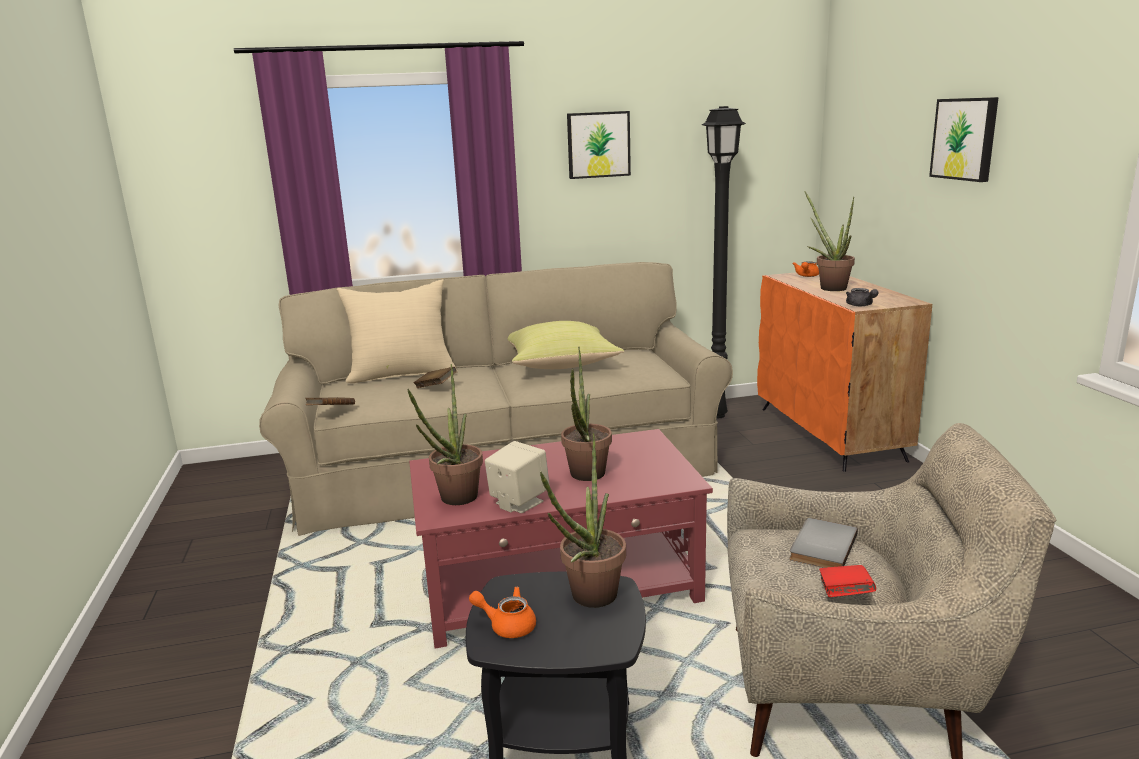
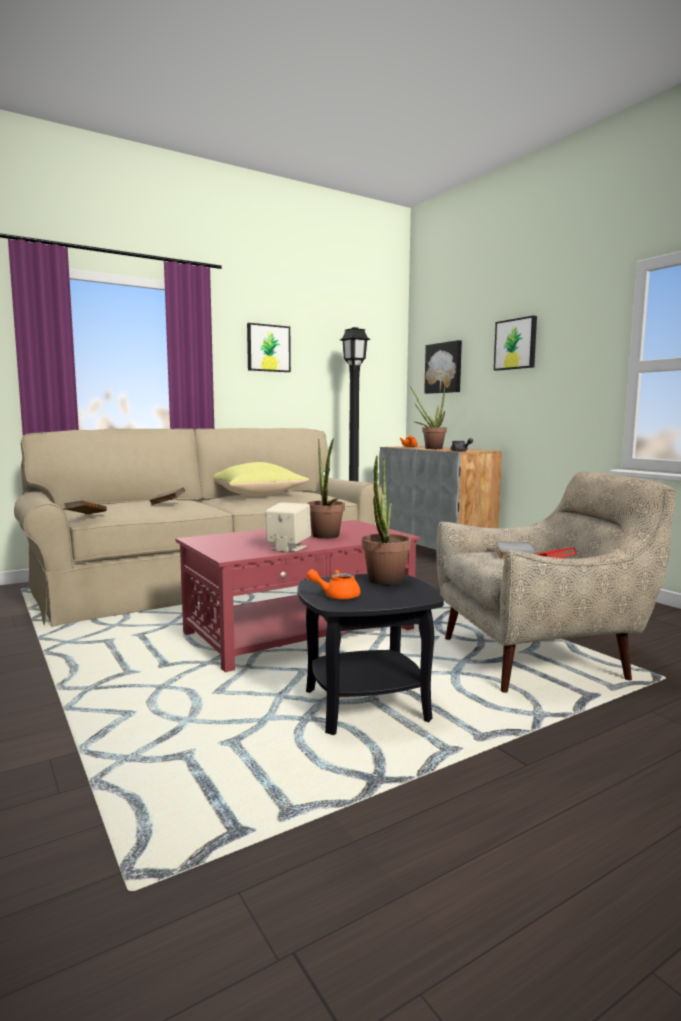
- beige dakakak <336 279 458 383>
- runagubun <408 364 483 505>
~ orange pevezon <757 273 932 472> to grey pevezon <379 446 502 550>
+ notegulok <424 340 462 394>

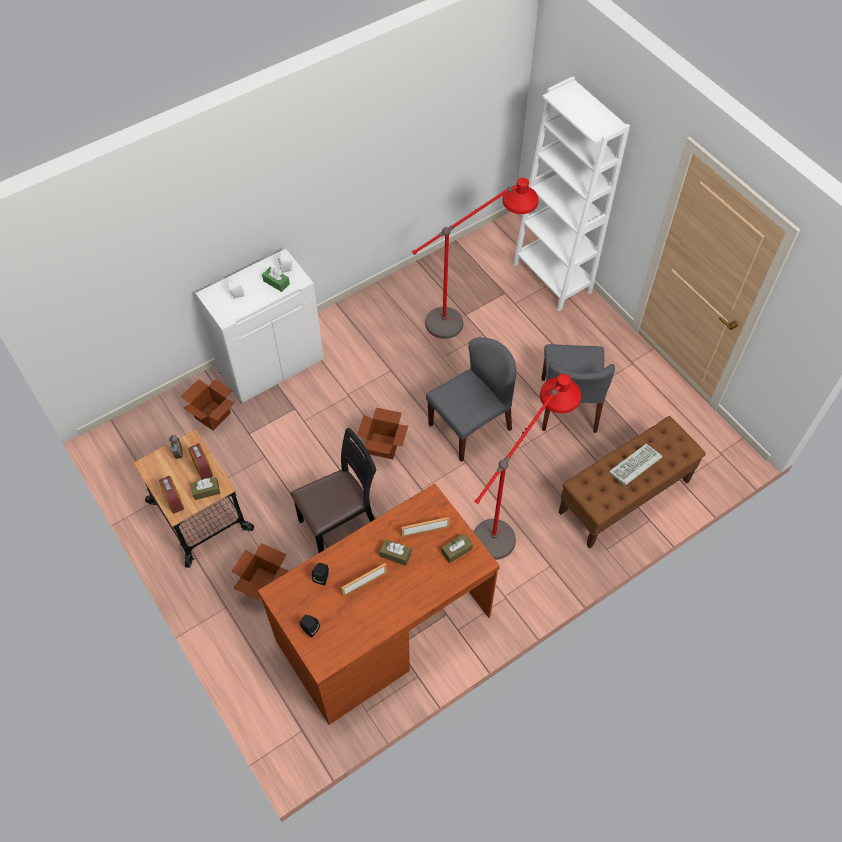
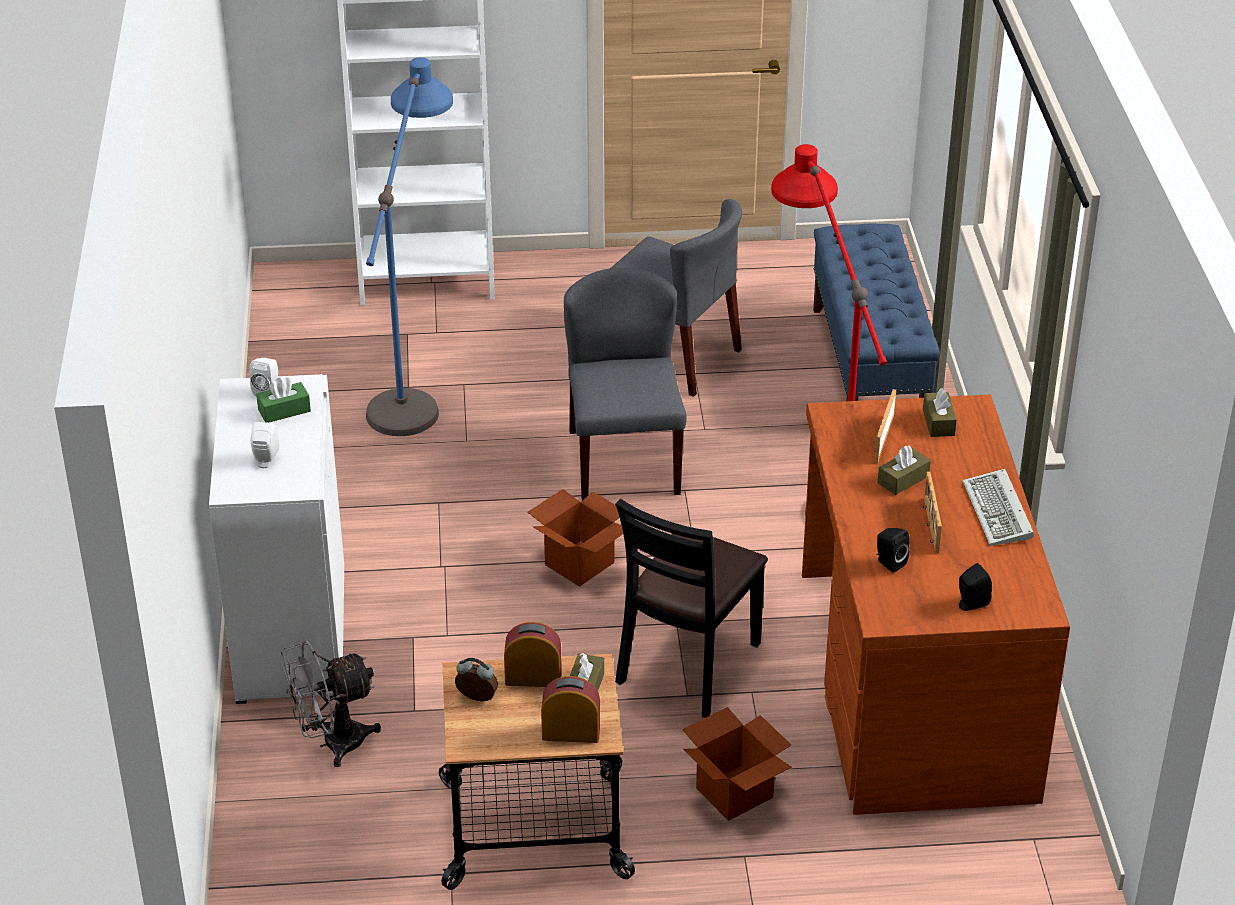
~ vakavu <180 379 235 431> to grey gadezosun <281 640 381 767>
~ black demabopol <290 427 376 553> = <615 499 768 718> 150 degrees counterclockwise
~ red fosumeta <412 178 539 339> to blue fosumeta <366 57 453 436>
~ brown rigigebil <559 416 706 549> to blue rigigebil <813 224 940 401>
~ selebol <609 444 663 486> to <962 469 1034 546>

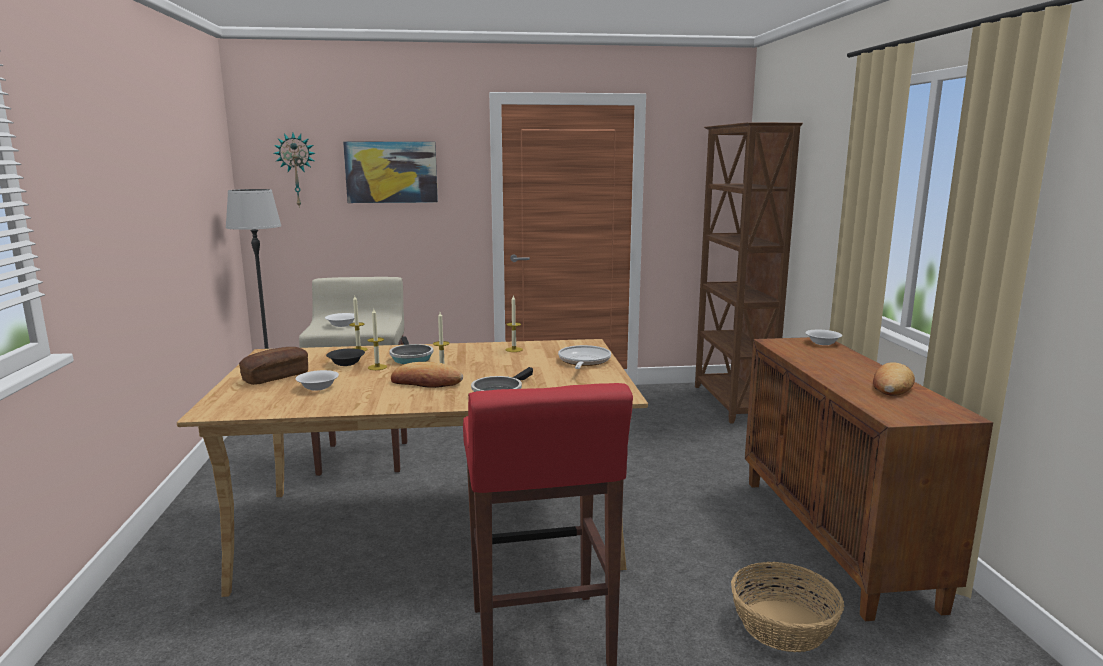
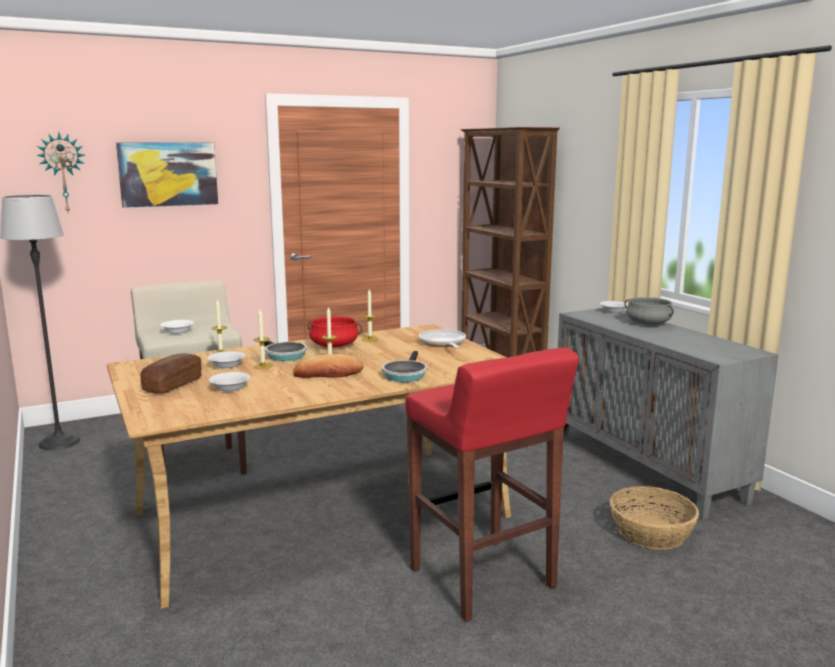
~ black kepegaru <326 348 365 366> to white kepegaru <207 351 245 369>
~ brown pevezon <745 337 993 621> to grey pevezon <558 308 779 519>
- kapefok <873 362 915 396>
+ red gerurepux <308 316 362 347>
+ grey gerurepux <624 297 674 325>

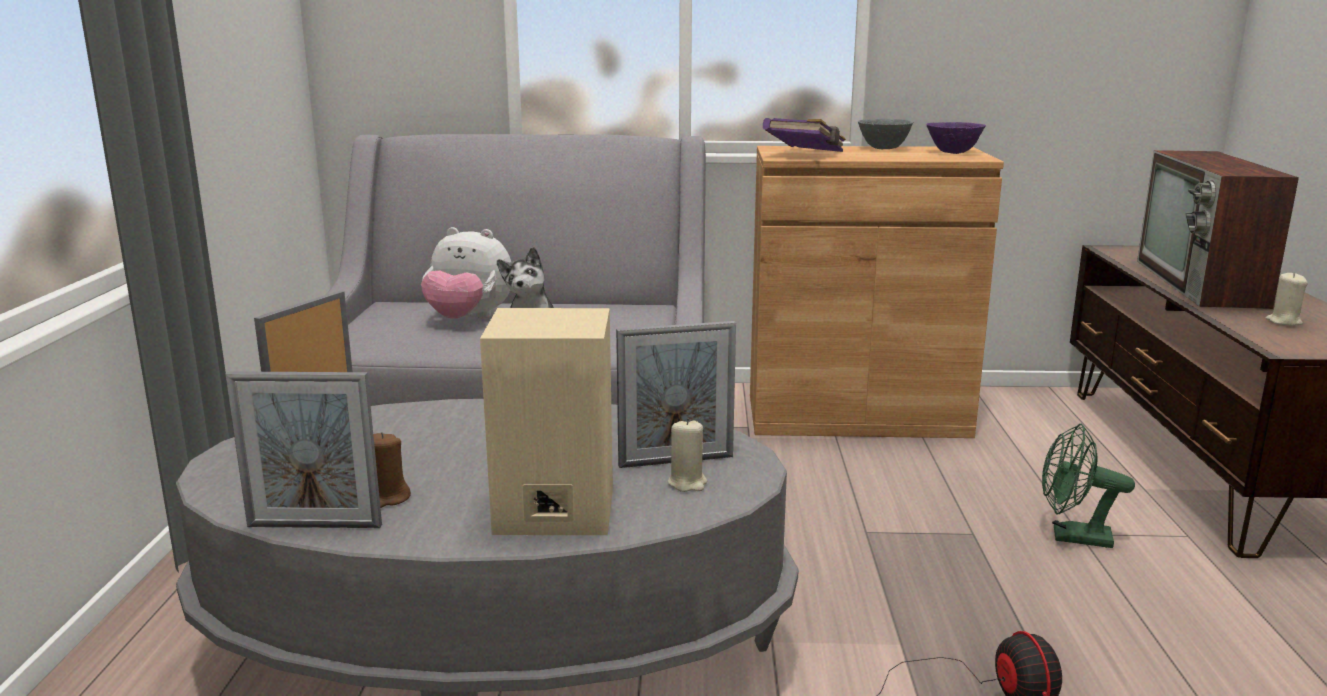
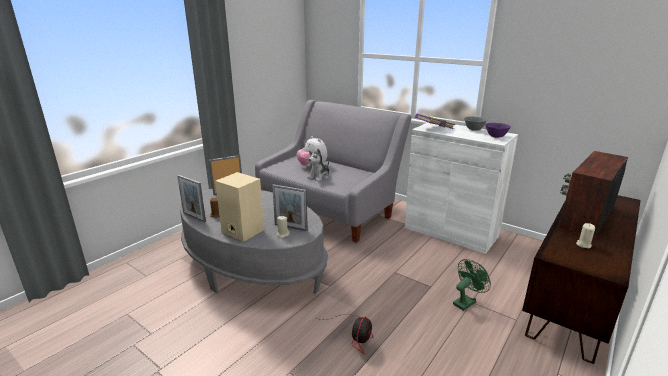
~ brown pevezon <750 146 1004 438> to white pevezon <405 122 518 254>
~ green gadezosun <1042 424 1135 548> = <453 259 491 311> 90 degrees clockwise

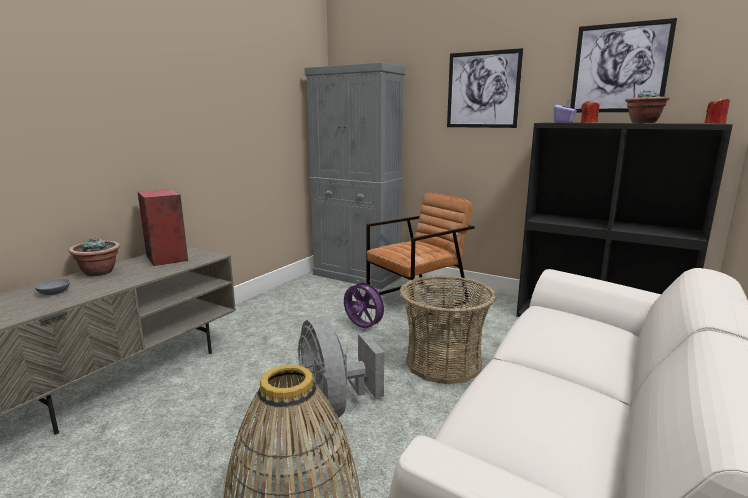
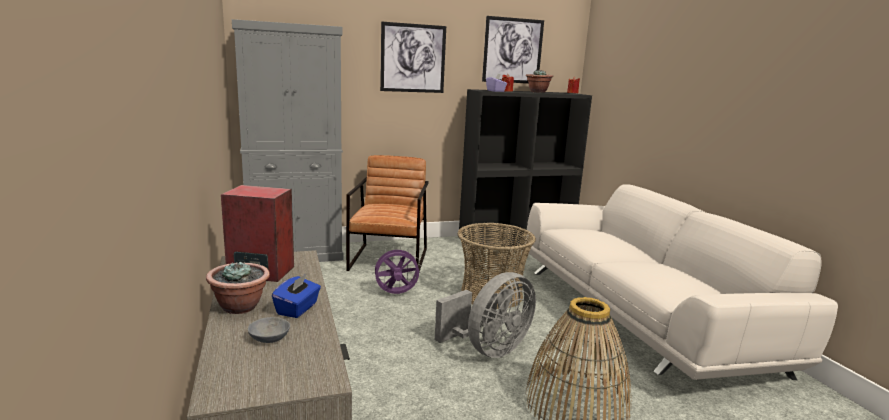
~ grey gadezosun <298 317 384 421> = <435 272 536 358> 60 degrees counterclockwise
+ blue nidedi <272 274 321 318>

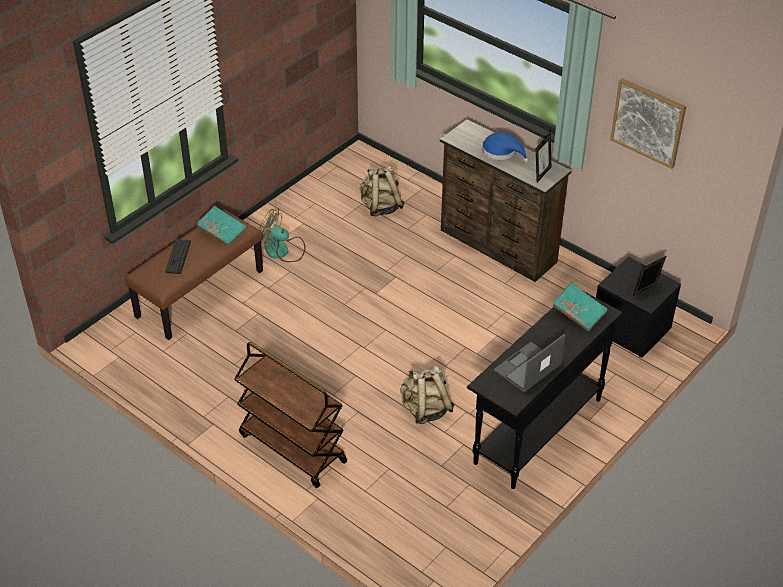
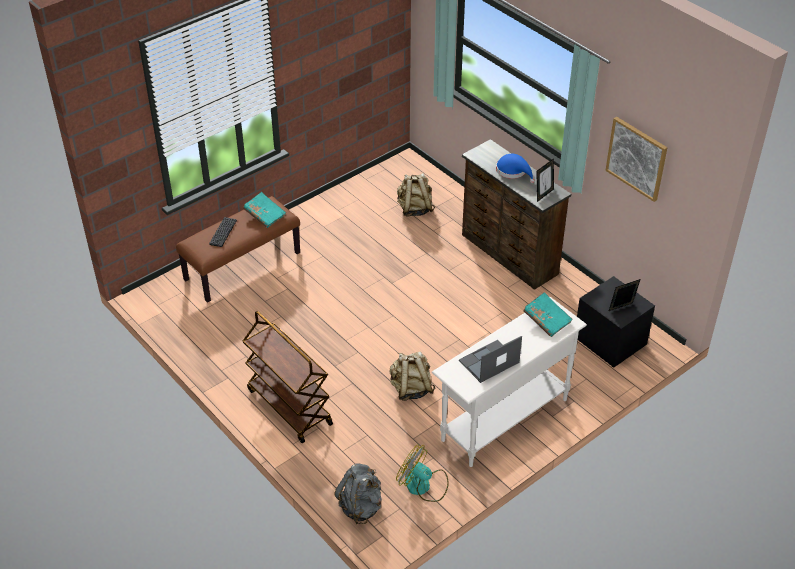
~ gadezosun <259 209 306 262> to <396 444 449 502>
~ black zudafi <467 290 623 489> to white zudafi <432 297 587 467>
+ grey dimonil <334 463 382 524>

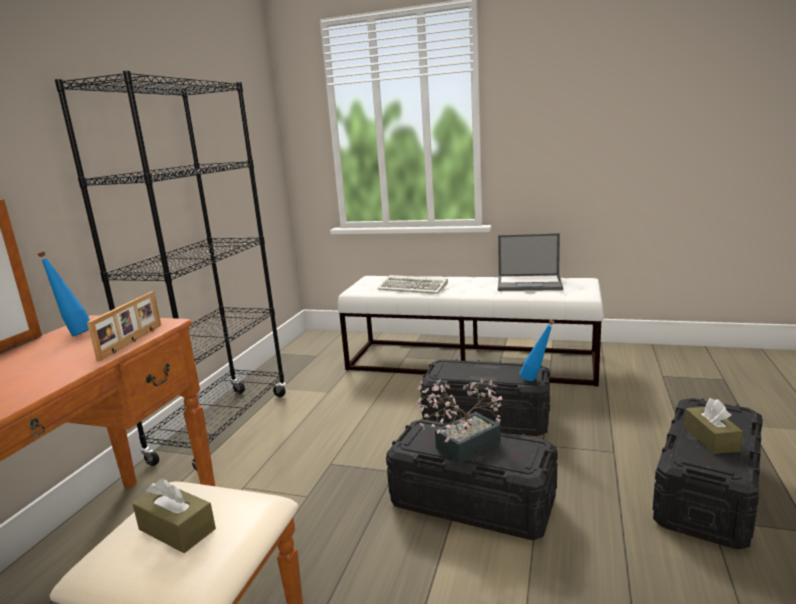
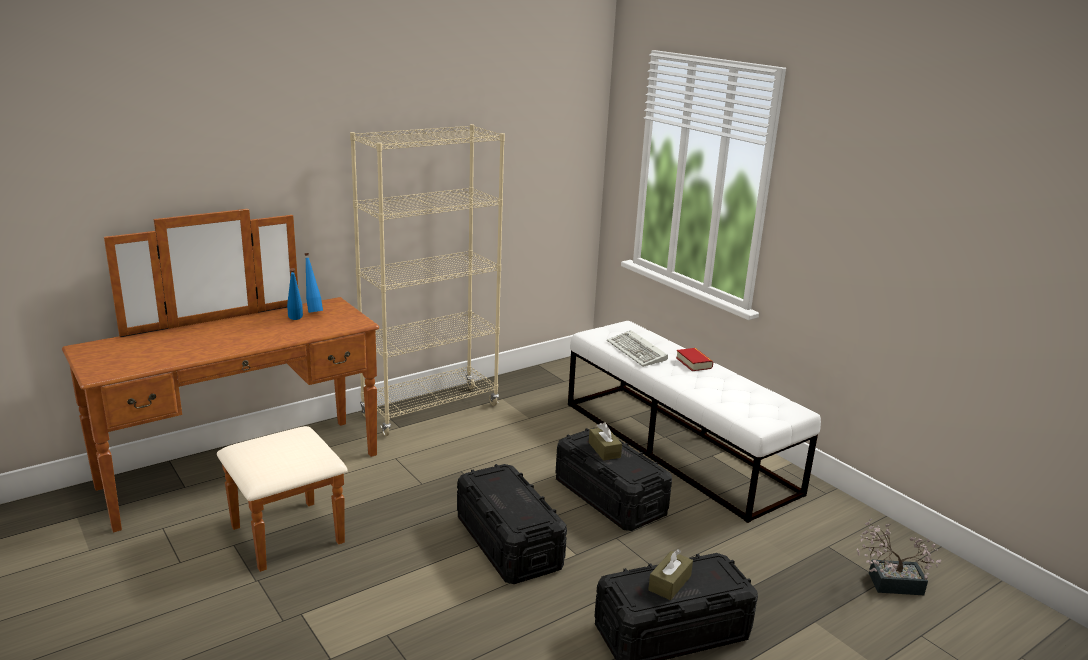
~ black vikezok <55 71 286 471> to beige vikezok <350 124 505 436>
- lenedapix <87 291 161 361>
~ brown nidedi <133 478 216 553> to <589 422 622 461>
~ runagubun <416 378 502 464> to <857 519 941 595>
- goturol <498 233 563 291>
~ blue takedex <520 320 554 381> to <287 268 303 320>
+ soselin <676 348 713 371>

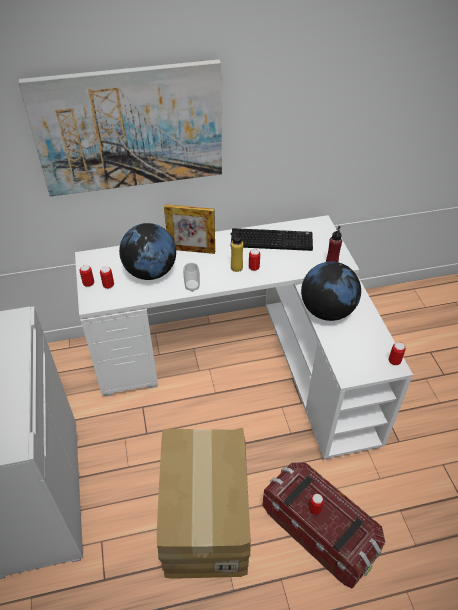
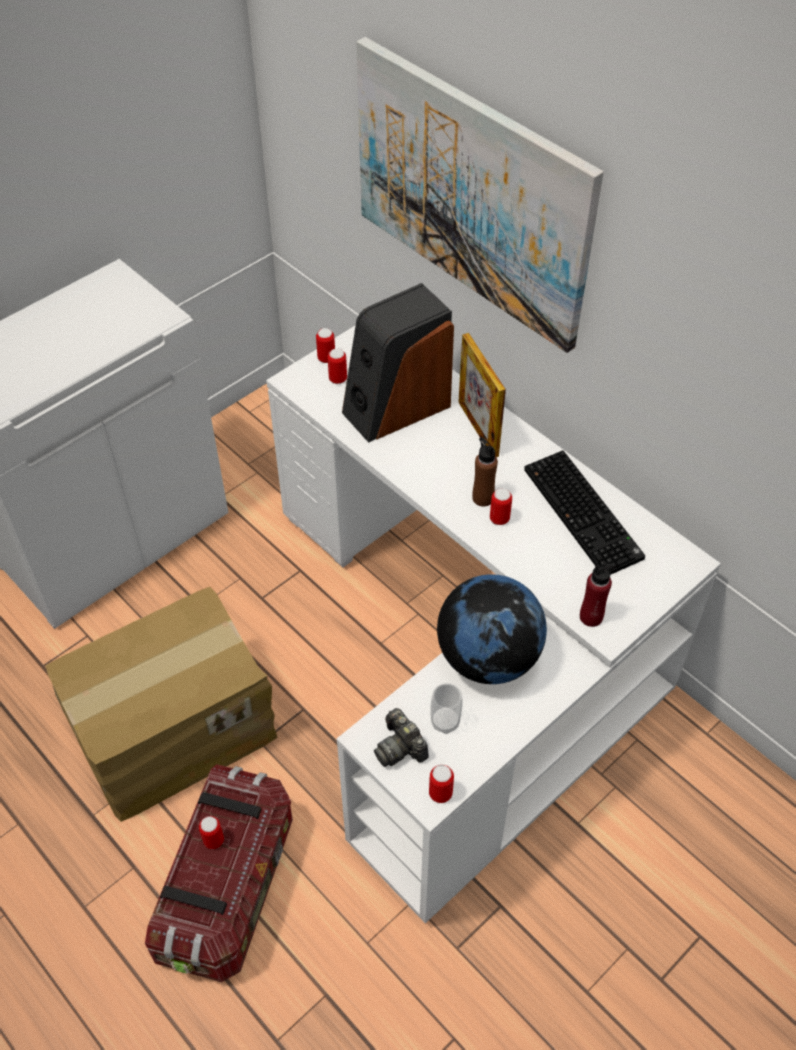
~ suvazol <119 223 176 280> to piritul <342 283 454 443>
~ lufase <183 263 200 292> to <430 683 462 734>
~ yellow takedex <231 232 244 272> to brown takedex <472 437 498 506>
+ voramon <374 708 429 767>

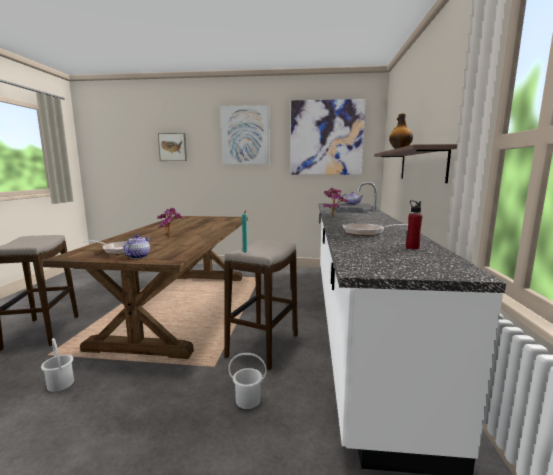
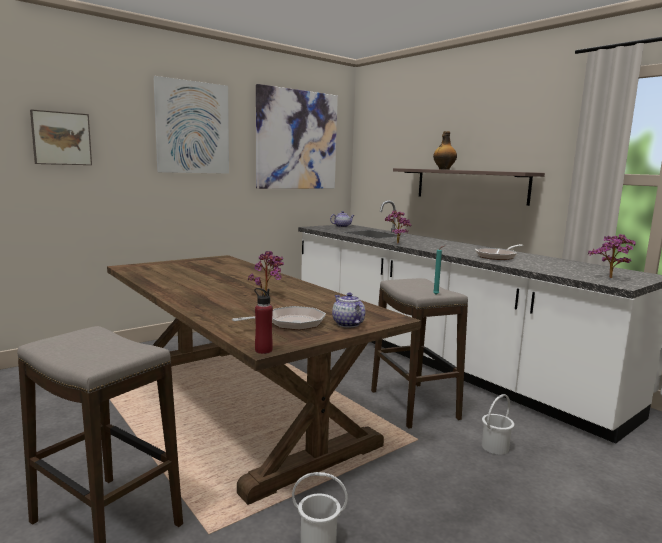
~ red takedex <406 200 422 249> to <254 288 273 354>
+ runagubun <588 234 636 278>

